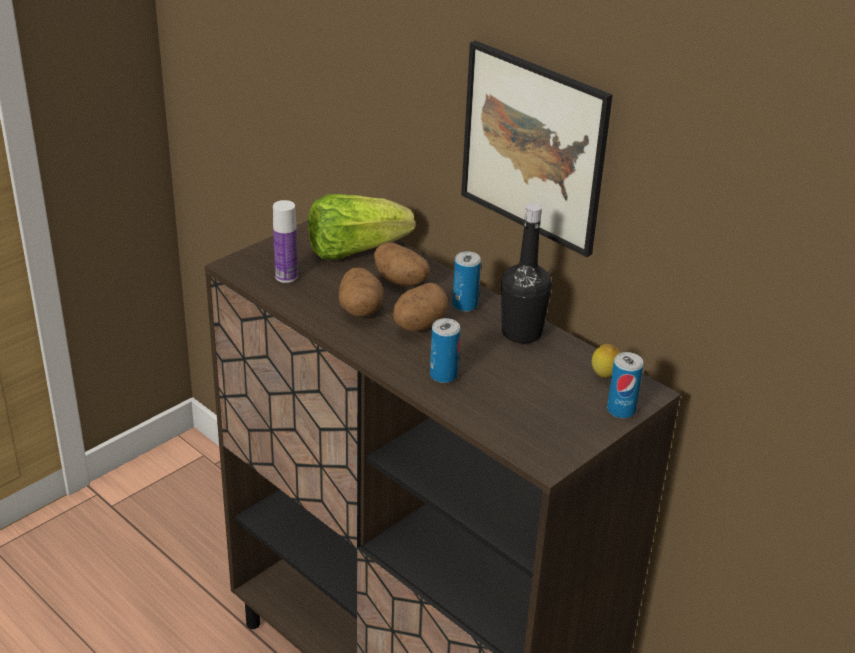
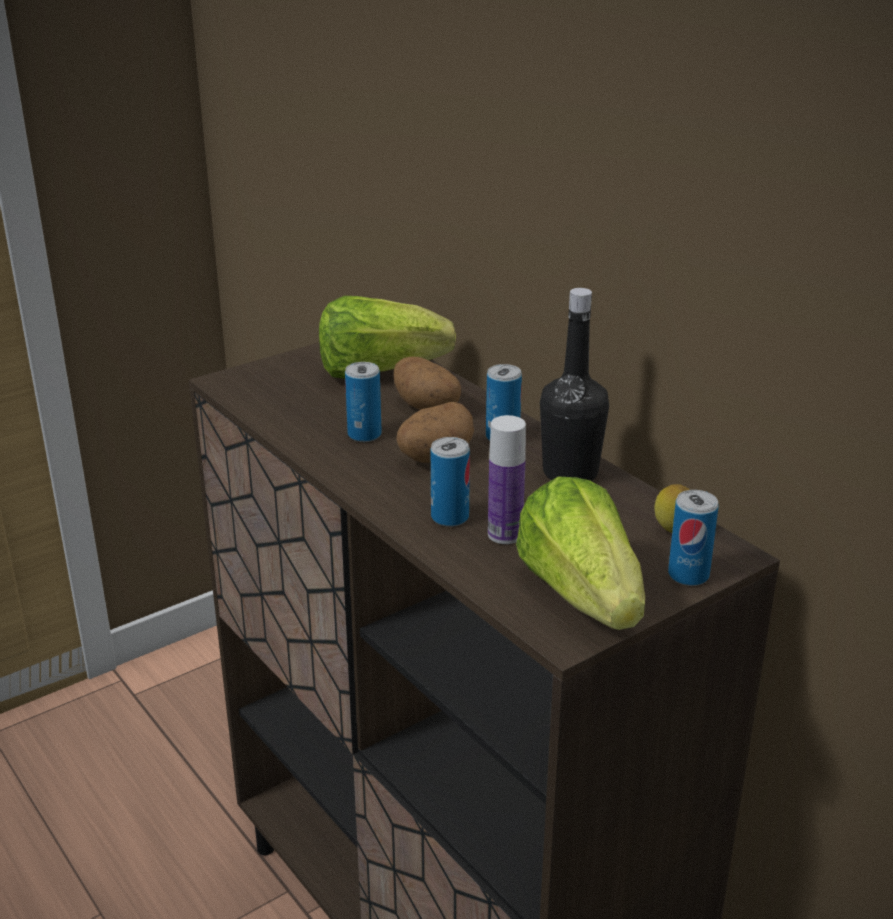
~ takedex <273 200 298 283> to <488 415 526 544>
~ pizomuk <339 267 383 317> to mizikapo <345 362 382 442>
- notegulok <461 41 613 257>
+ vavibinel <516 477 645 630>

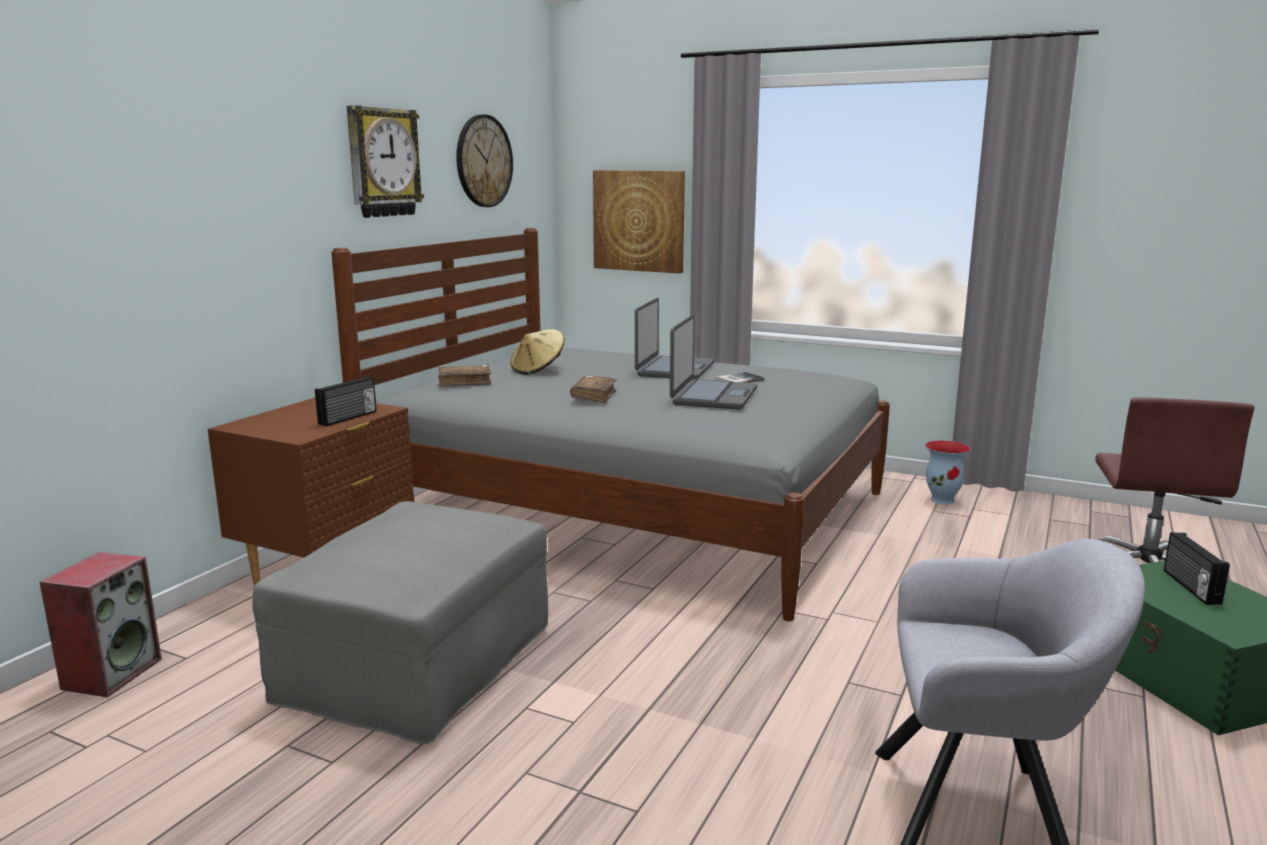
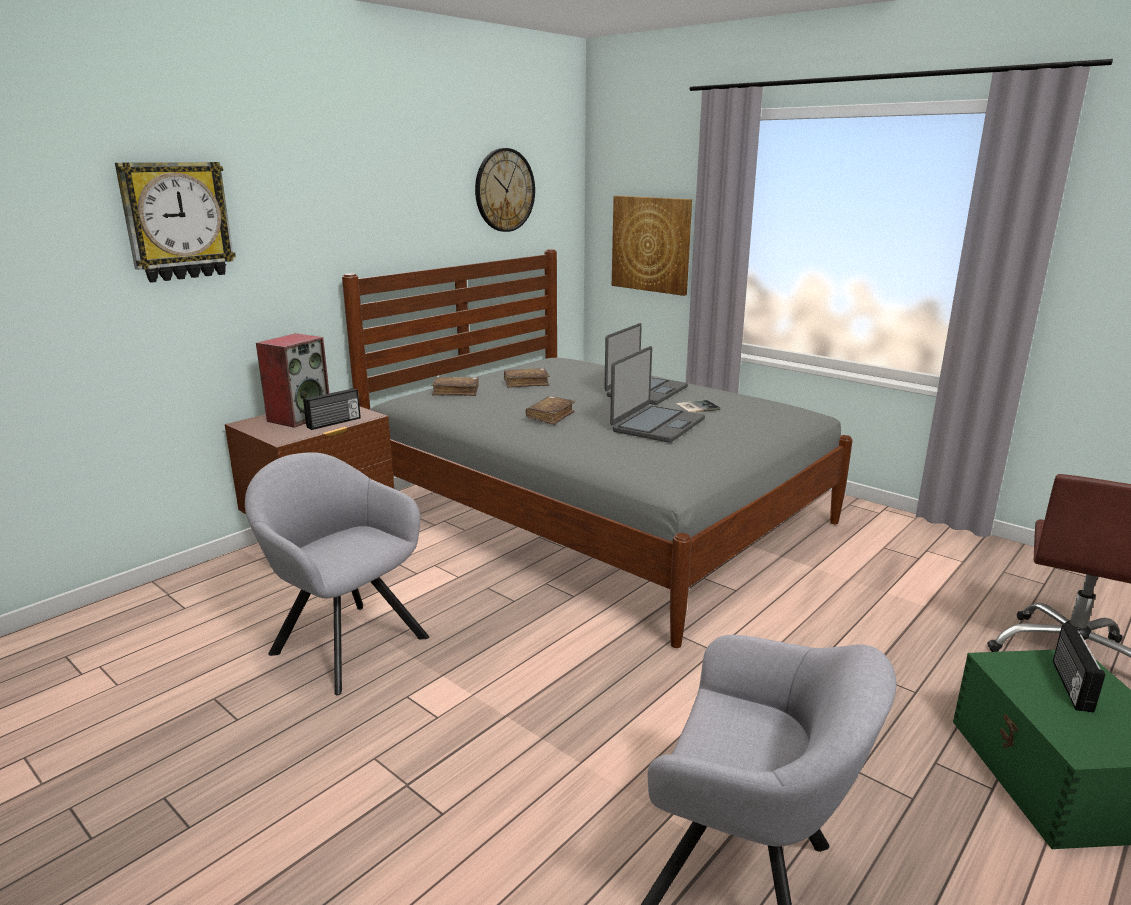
~ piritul <40 552 162 697> to <256 333 330 428>
~ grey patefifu <252 501 548 744> to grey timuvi <245 452 429 695>
~ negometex <347 106 424 218> to <115 162 236 283>
~ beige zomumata <511 329 565 375> to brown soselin <504 368 550 388>
- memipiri <925 440 971 504>

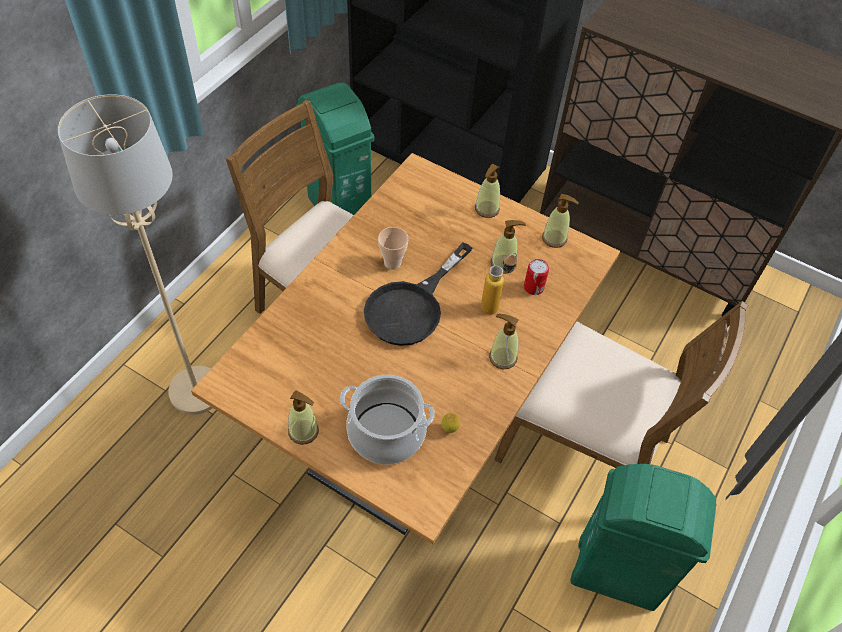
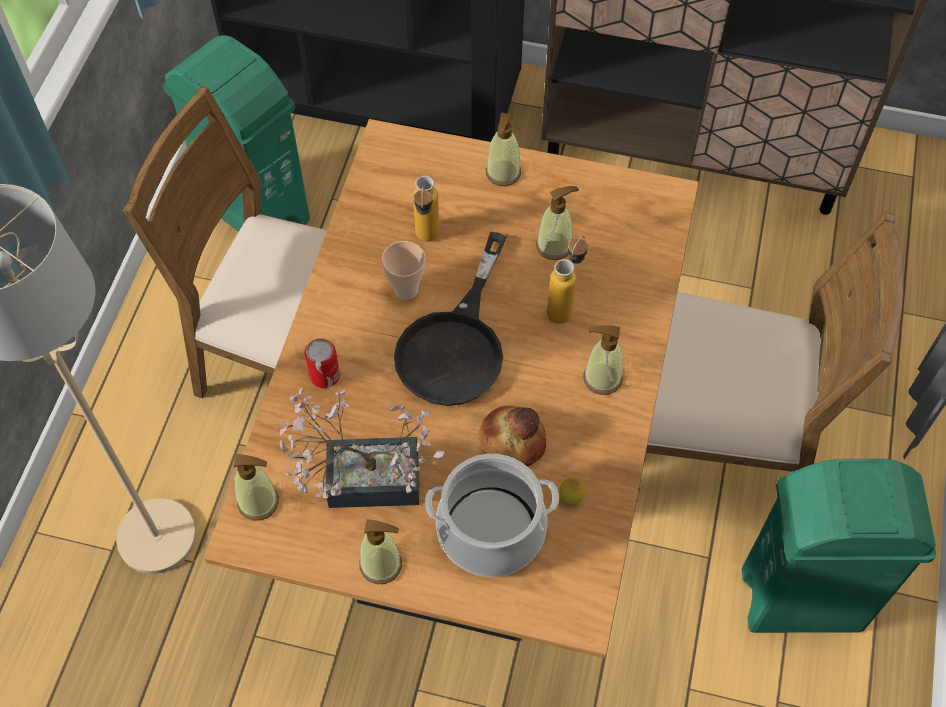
~ mizikapo <524 259 549 295> to <305 338 340 388>
~ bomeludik <542 194 579 248> to <233 454 279 521>
+ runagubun <280 388 445 508>
+ takedex <413 176 439 242>
+ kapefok <479 406 546 467>

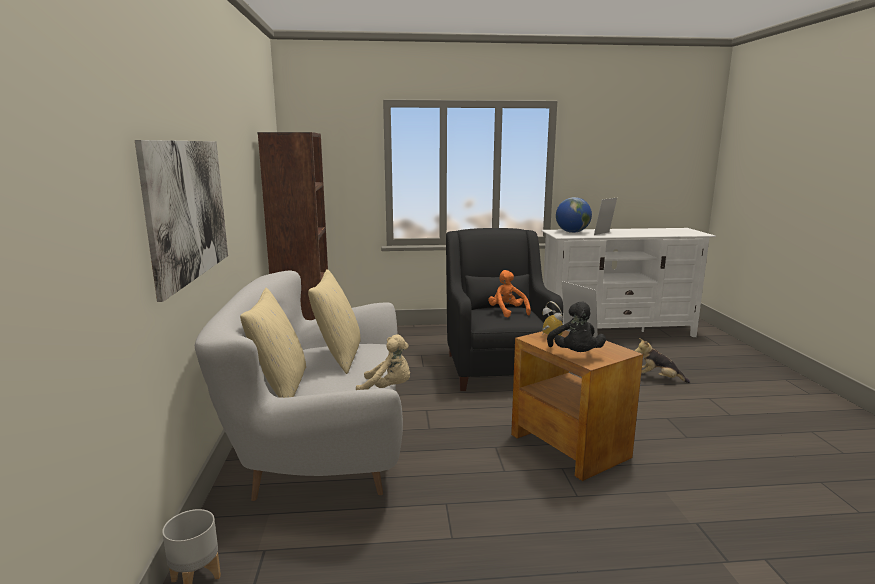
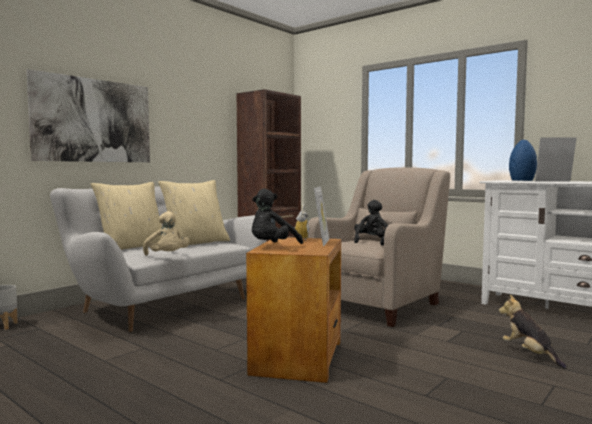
~ black timuvi <446 228 563 391> to beige timuvi <308 167 450 327>
~ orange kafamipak <488 270 531 318> to black kafamipak <354 200 388 246>
~ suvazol <556 197 592 233> to blue memipiri <509 140 537 181>

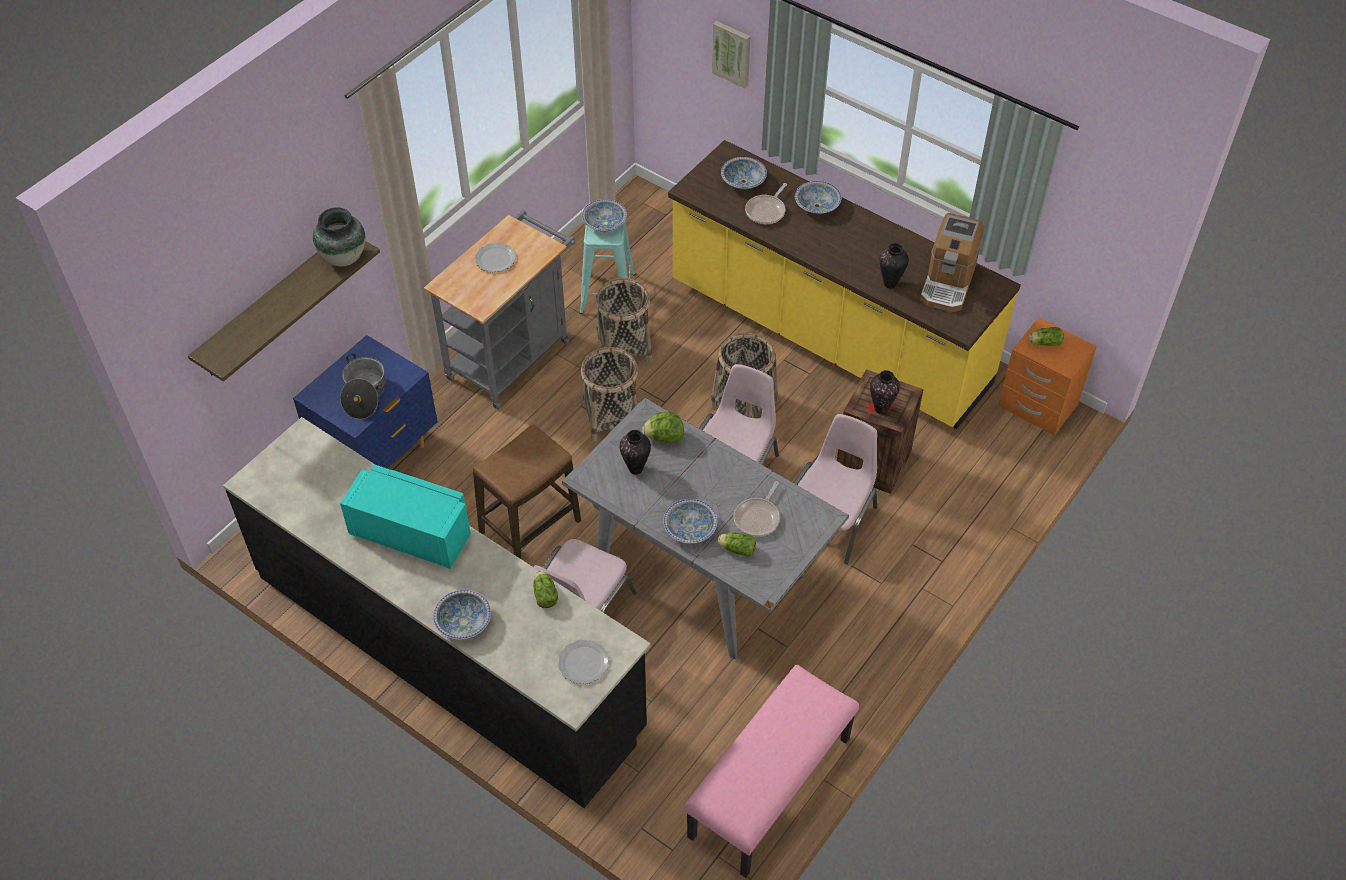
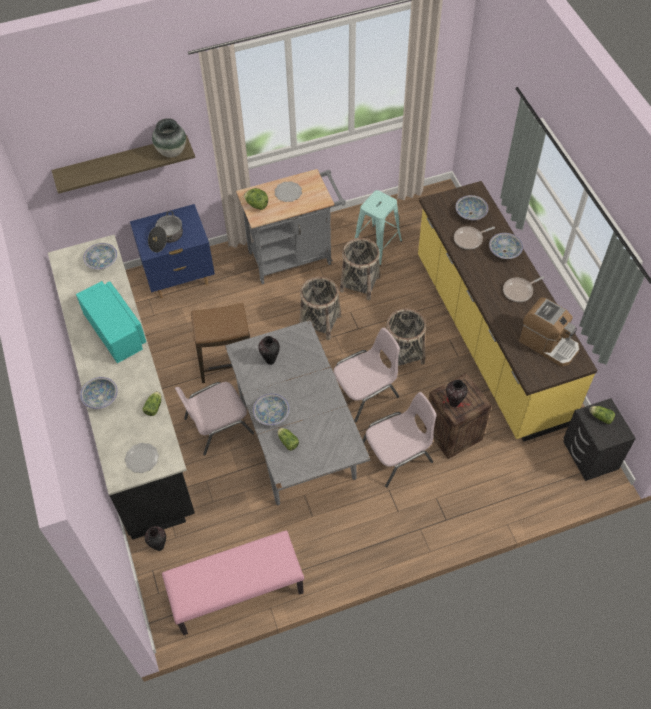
~ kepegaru <582 199 627 232> to <83 243 117 270>
~ vavibinel <642 412 684 443> to <244 188 268 210>
- notegulok <712 21 751 89>
~ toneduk <734 481 780 537> to <503 276 544 302>
~ memipiri <879 243 909 288> to <145 526 166 551>
~ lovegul <920 213 984 313> = <519 297 579 367> 105 degrees counterclockwise
~ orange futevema <999 317 1097 435> to black futevema <563 398 636 481>

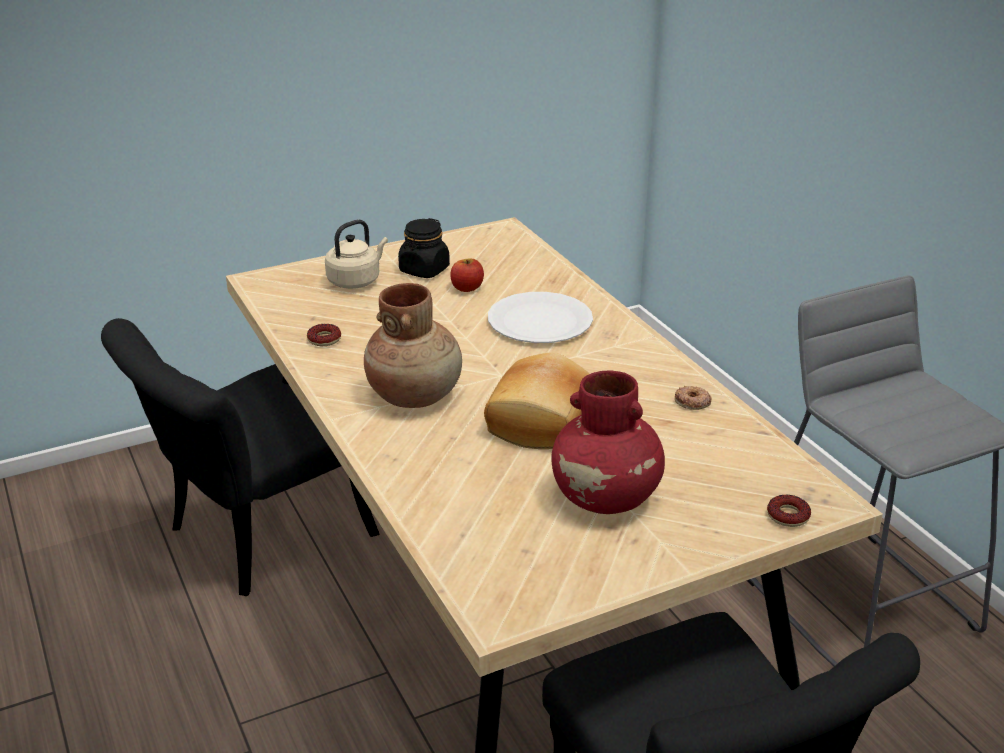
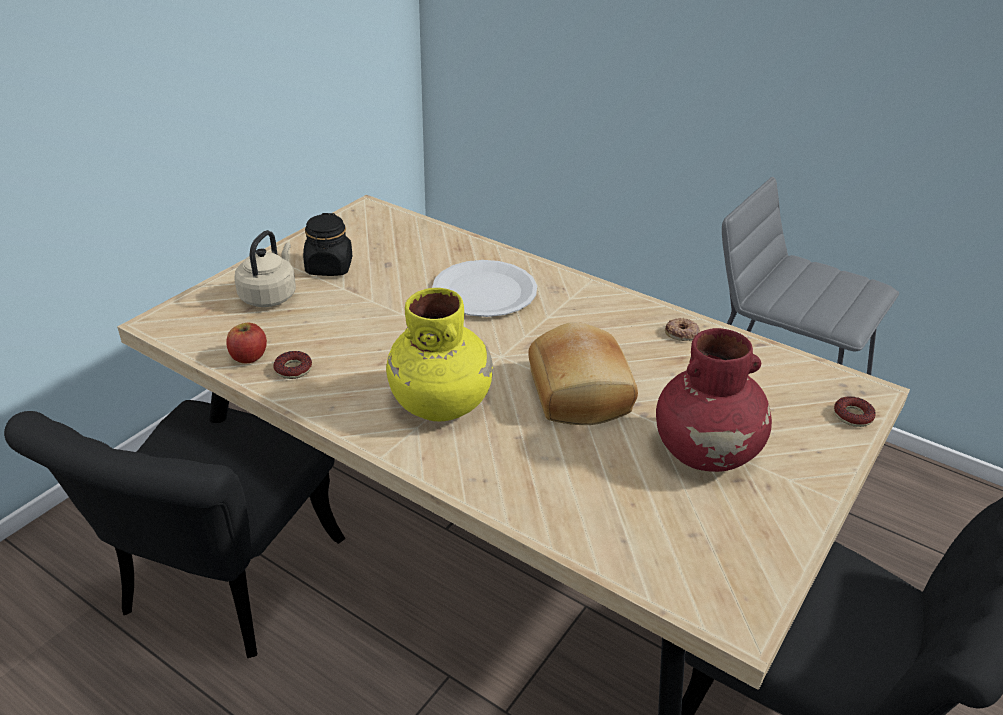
~ brown memipiri <364 283 462 408> to yellow memipiri <386 288 493 421>
~ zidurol <450 258 484 292> to <226 322 267 363>

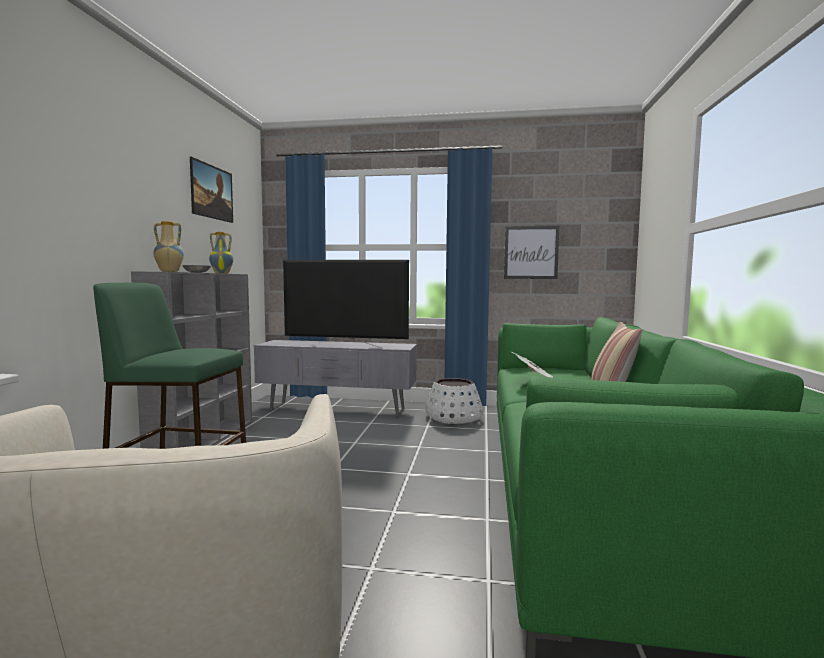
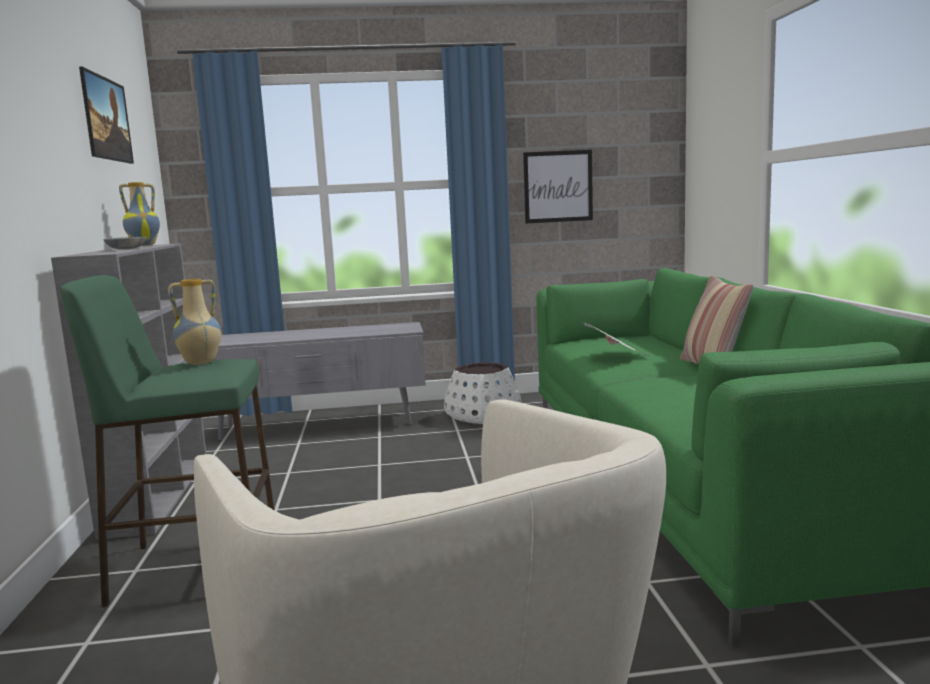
~ memipiri <153 221 184 272> to <168 279 222 365>
- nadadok <283 260 409 349>

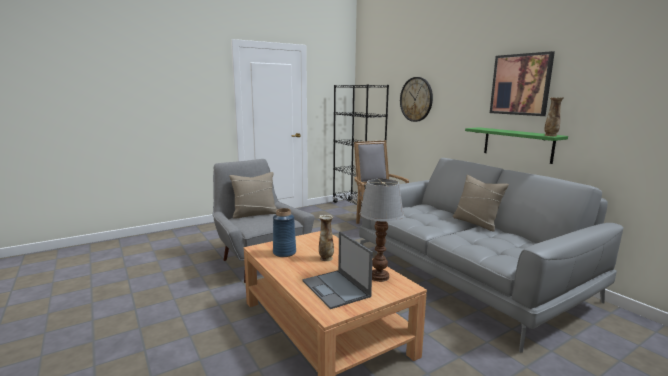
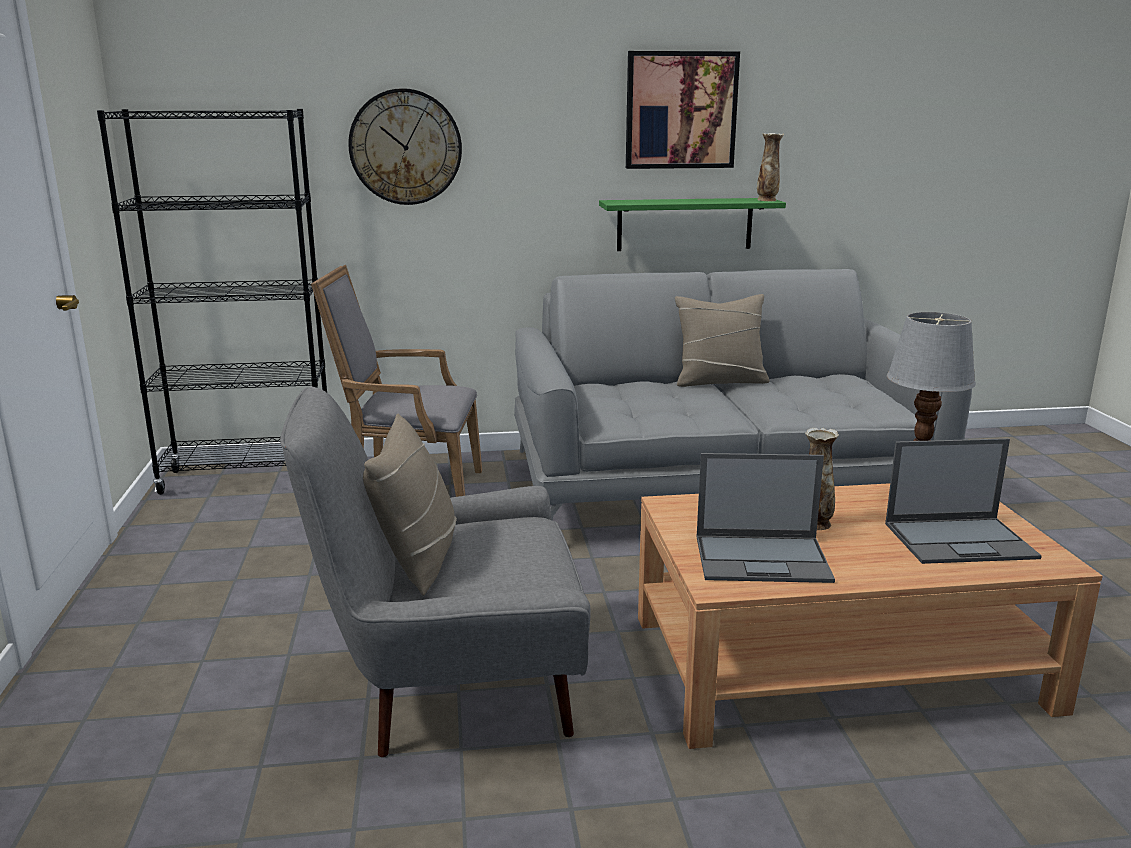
~ blue memipiri <273 208 296 257> to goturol <697 453 835 583>

